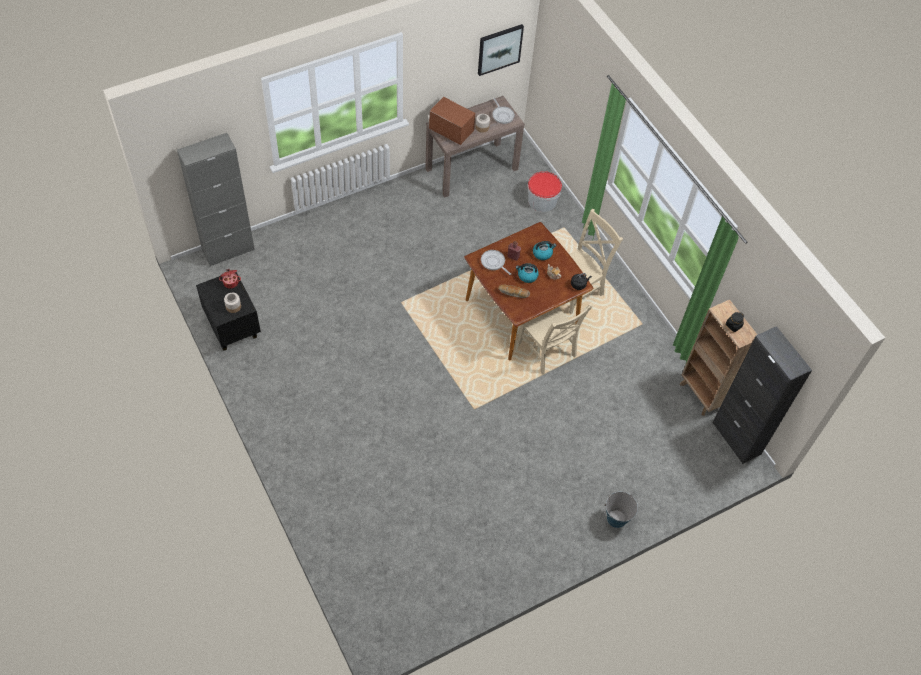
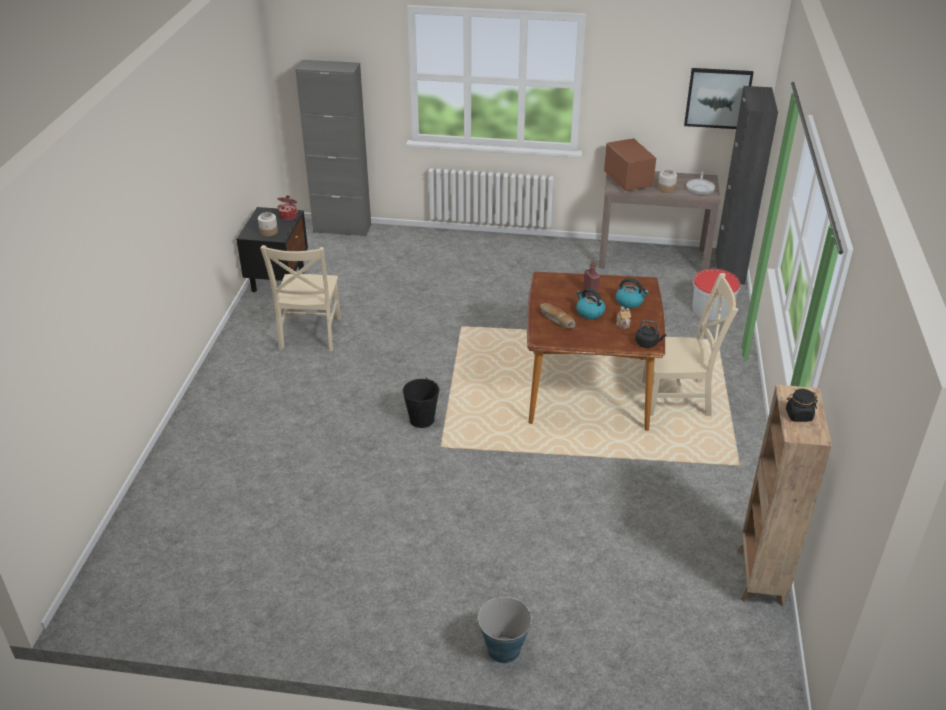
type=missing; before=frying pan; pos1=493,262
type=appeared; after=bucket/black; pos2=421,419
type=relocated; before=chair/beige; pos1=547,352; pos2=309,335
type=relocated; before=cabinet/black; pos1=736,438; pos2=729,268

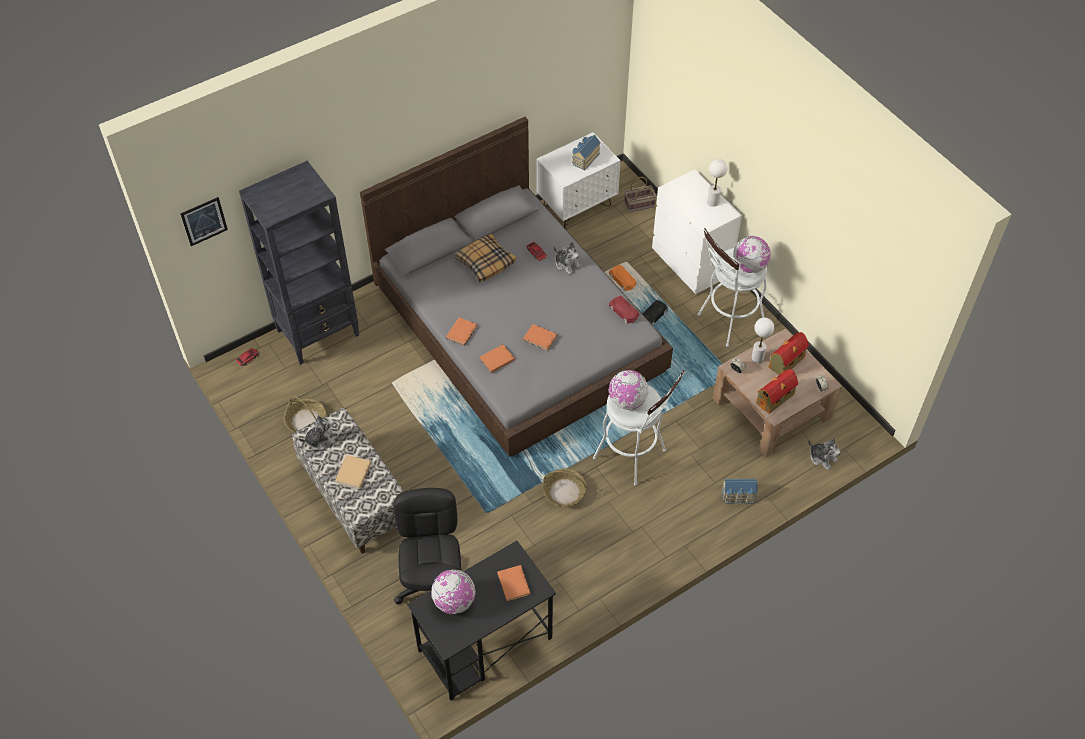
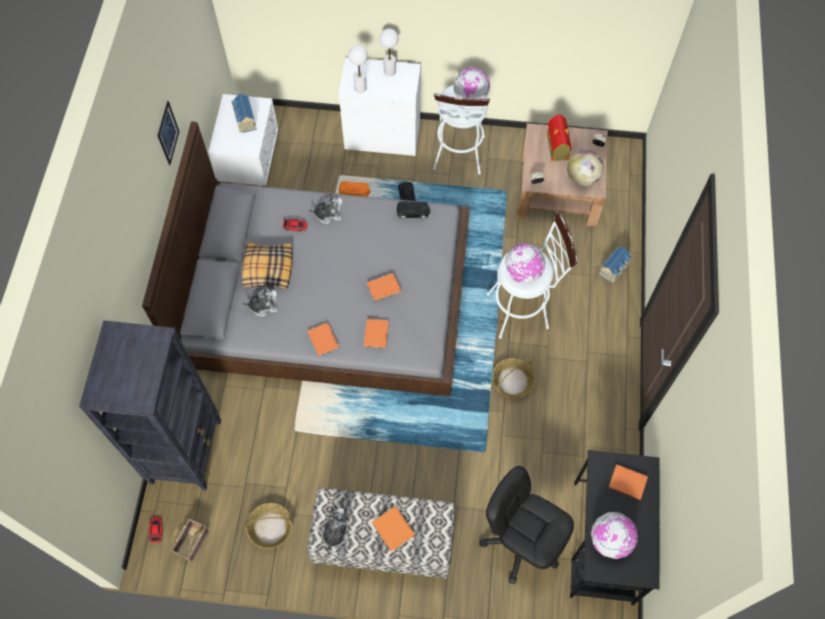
type=relocated; before=picture; pos1=204,221; pos2=168,133
type=relocated; before=basket; pos1=639,205; pos2=192,544
type=relocated; before=table lamp/white; pos1=757,358; pos2=360,87
type=relocated; before=plush toy; pos1=822,458; pos2=263,306
type=exchanged; before=toy house; after=globe; pos1=775,398; pos2=582,178
type=colour; before=book/beige; after=book/orange; pos1=352,473; pos2=394,530
type=colour; before=toy car/red; after=toy car/black; pos1=624,312; pos2=413,212

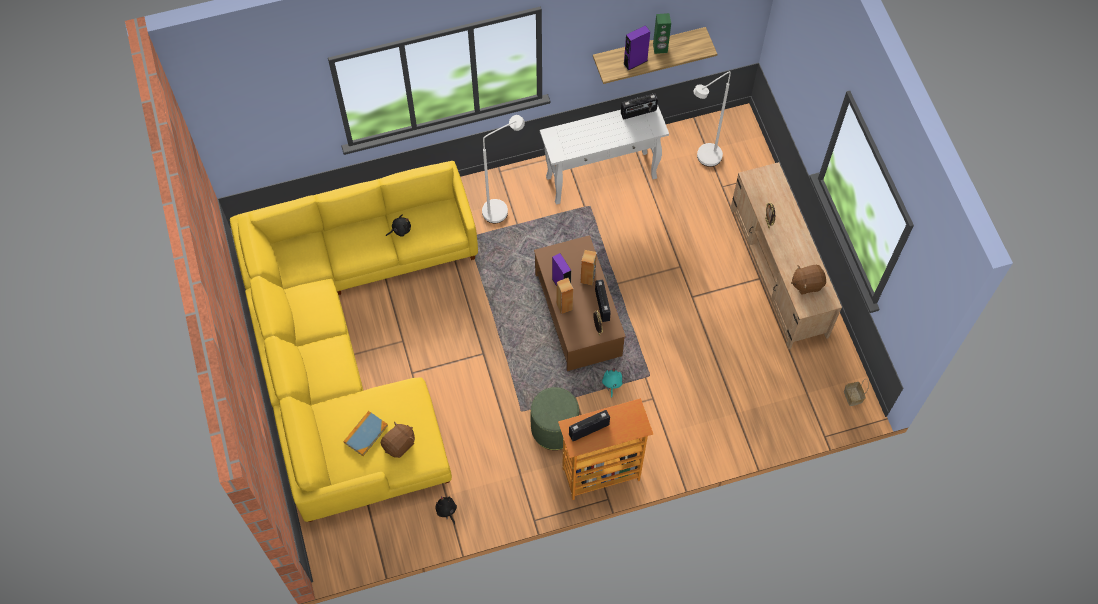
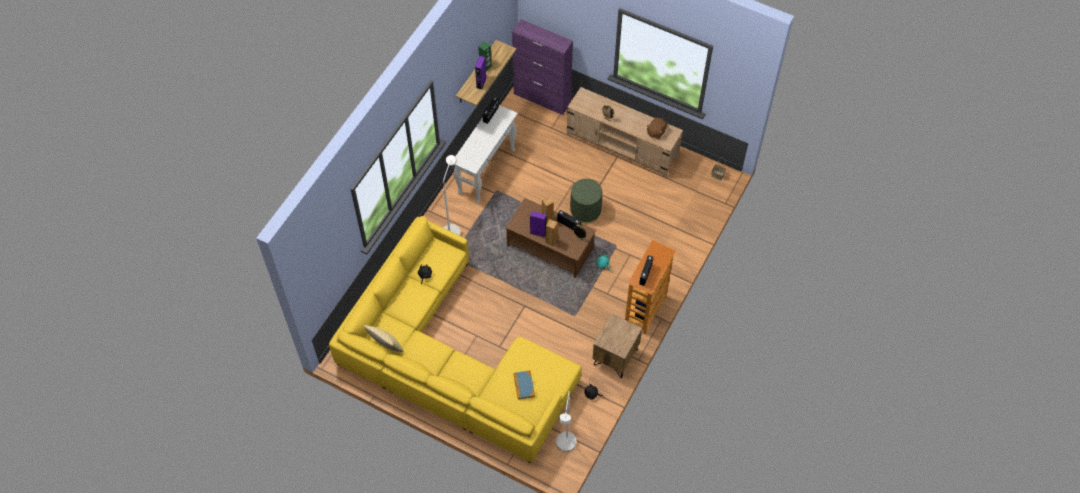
type=missing; before=plush toy/brown; pos1=399,444
type=appeared; after=pillow; pos2=386,346
type=appeared; after=cabinet/purple; pos2=542,98
type=appeared; after=nightstand/brown; pos2=616,357
type=relocated; before=ottoman/green; pos1=554,428; pos2=585,210
type=relocated; before=floor lamp/white; pos1=703,159; pos2=565,447

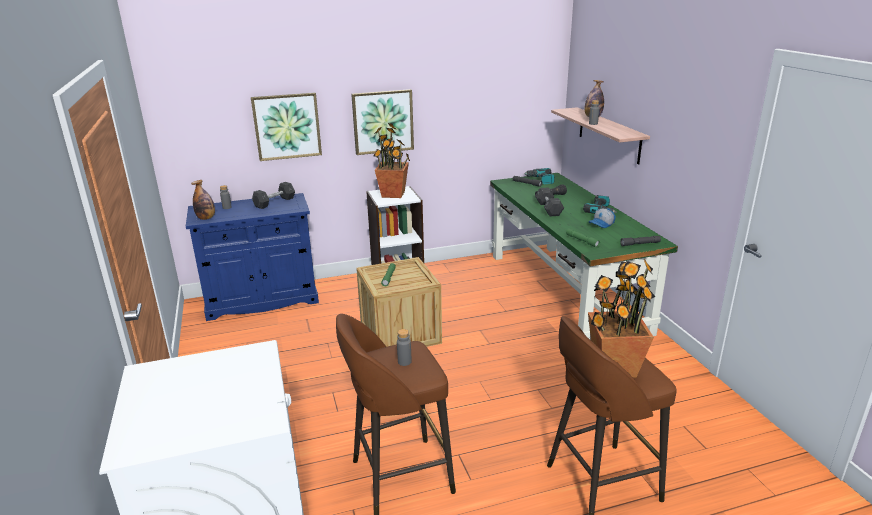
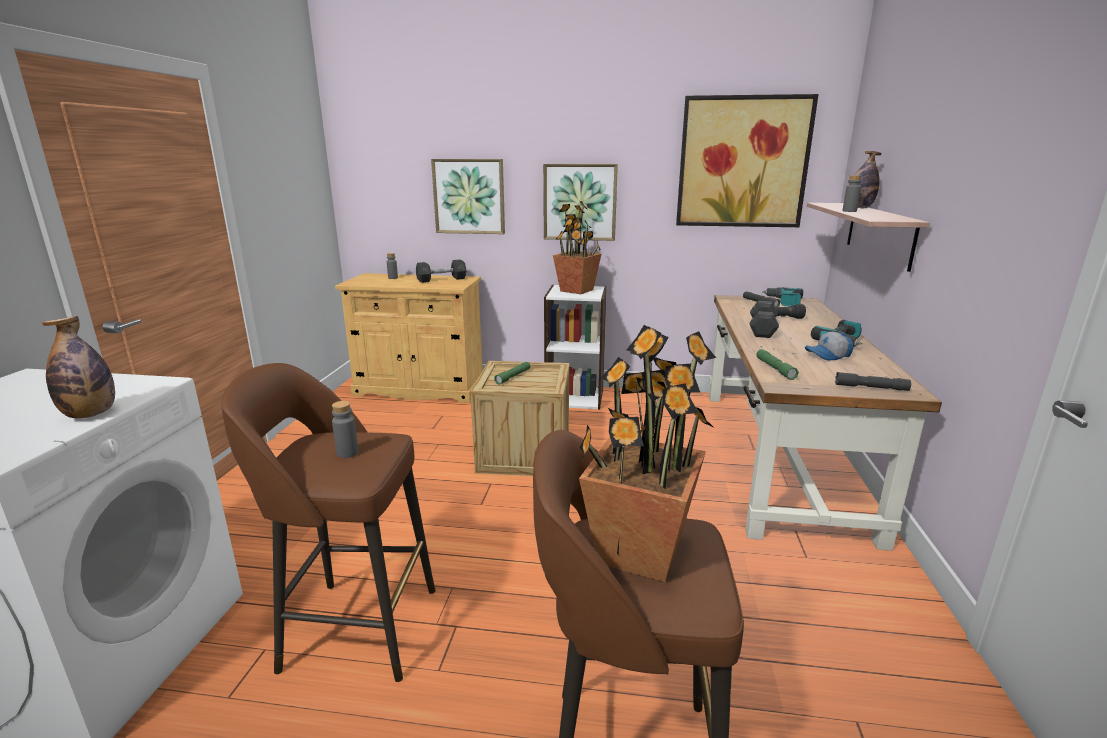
type=appeared; after=picture; pos2=742,162
type=relocated; before=bottle; pos1=206,218; pos2=90,414
type=colour; before=cabinet/blue; after=cabinet/beige; pos1=262,300; pos2=420,389
type=colour; before=desk/green; after=desk/brown; pos1=565,291; pos2=780,456

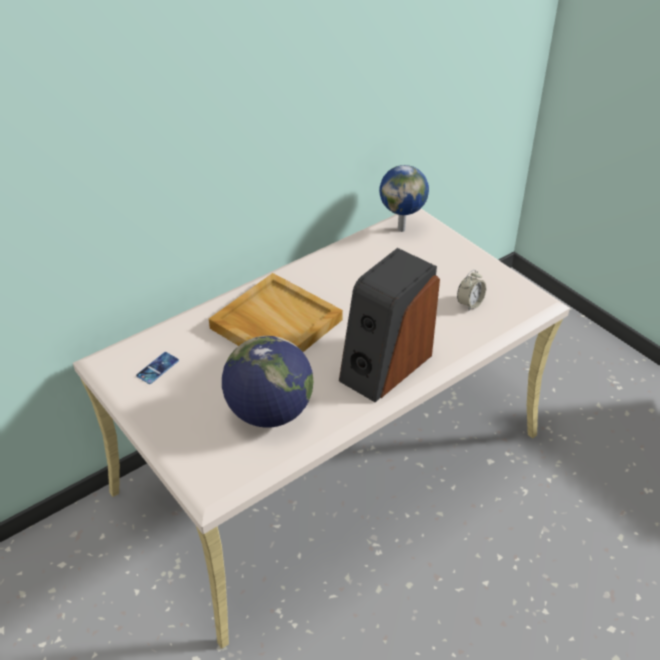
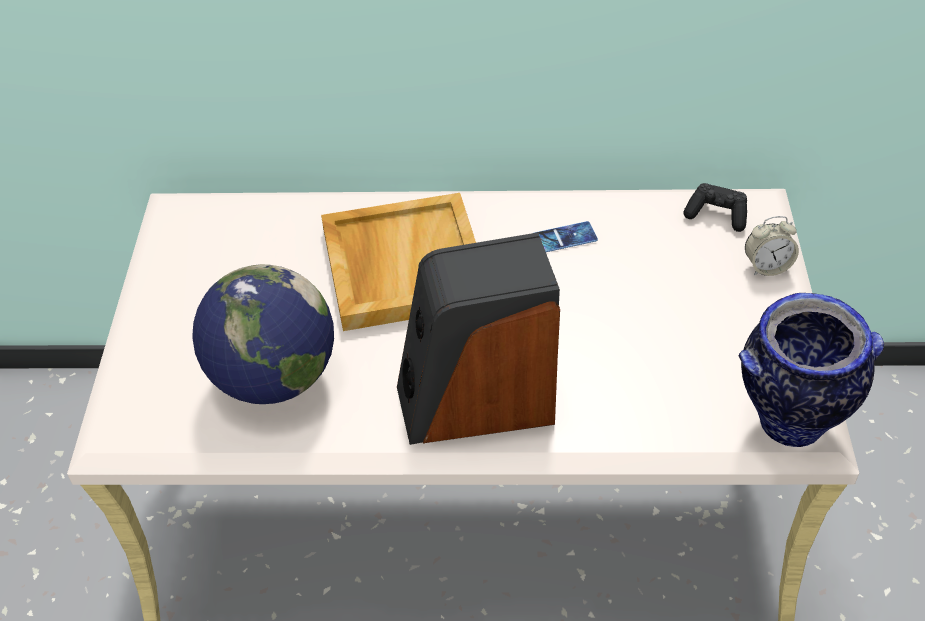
type=appeared; after=vase; pos2=788,425
type=relocated; before=phone; pos1=157,368; pos2=564,238
type=relocated; before=alarm clock; pos1=470,303; pos2=767,267
type=exchanged; before=globe; after=game controller/black; pos1=402,229; pos2=716,215

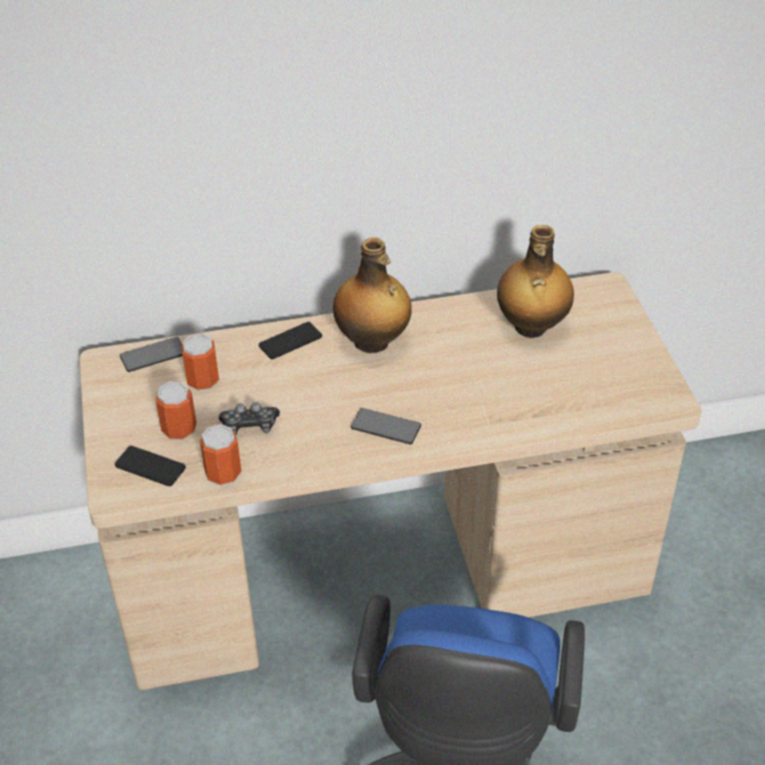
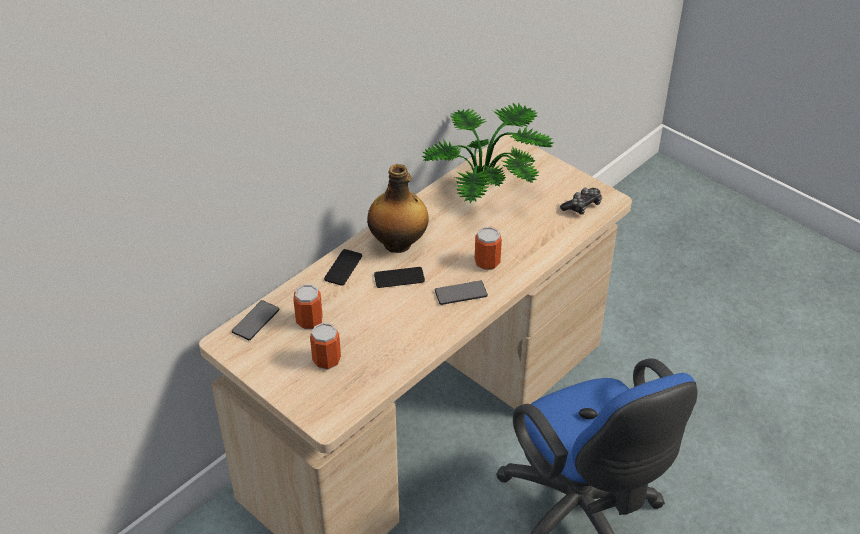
type=relocated; before=phone; pos1=150,467; pos2=399,278
type=relocated; before=can; pos1=223,473; pos2=487,262
type=relocated; before=game controller; pos1=249,426; pos2=582,206
type=exchanged; before=bottle; after=potted plant; pos1=531,327; pos2=488,190

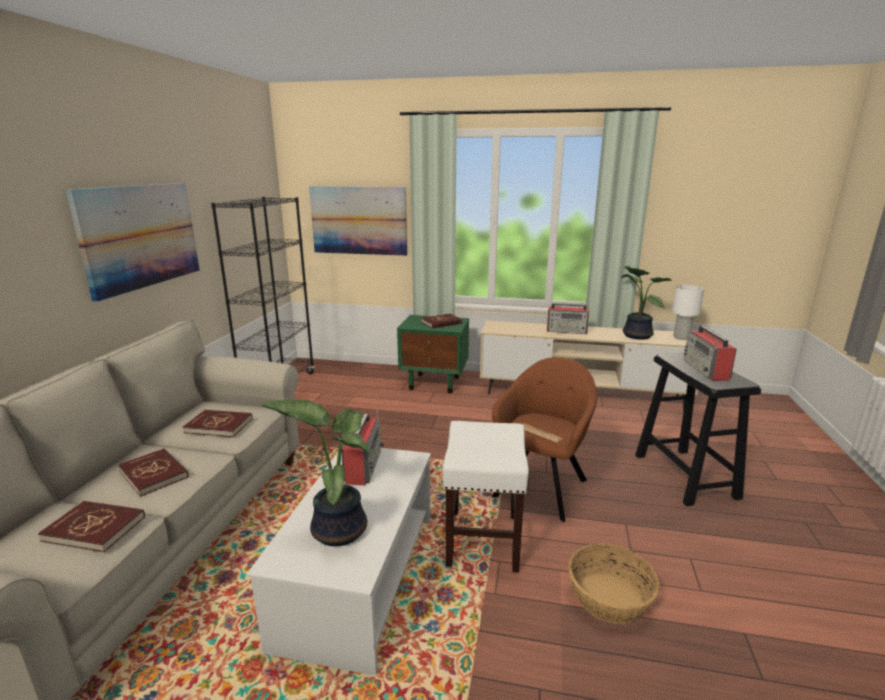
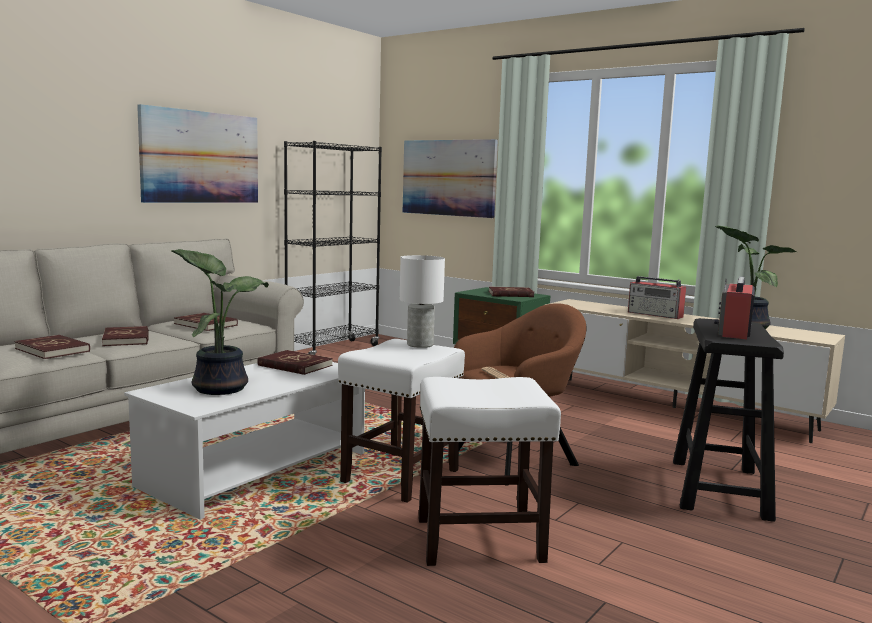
type=relocated; before=table lamp/white; pos1=681,337; pos2=419,344
type=exchanged; before=radio; after=book/red; pos1=363,465; pos2=294,365
type=exchanged; before=basket; after=stool/white; pos1=609,597; pos2=481,540

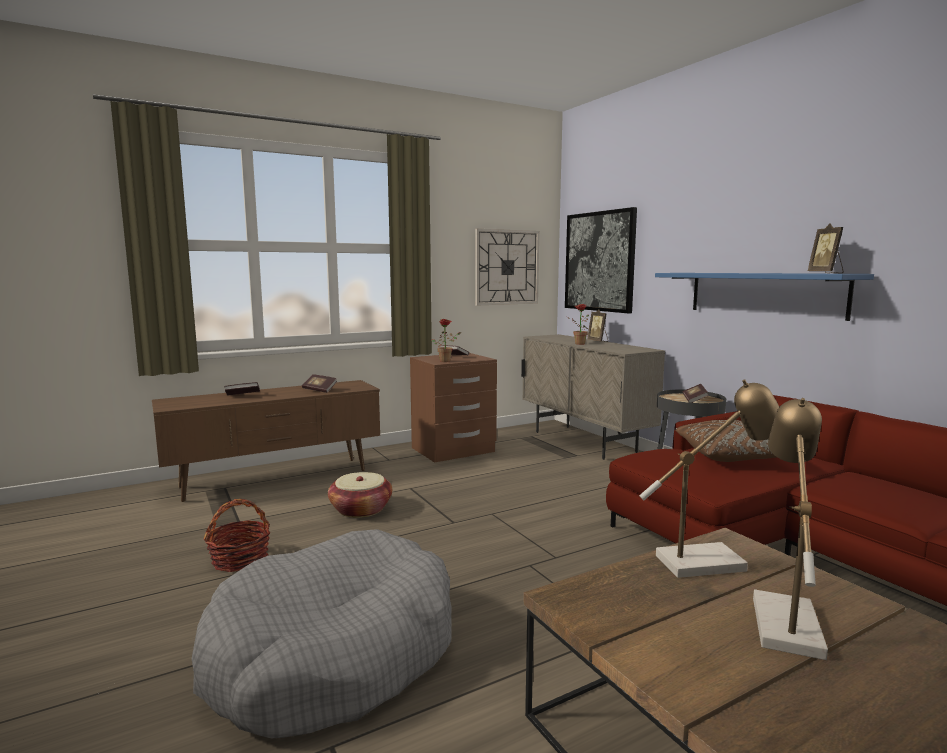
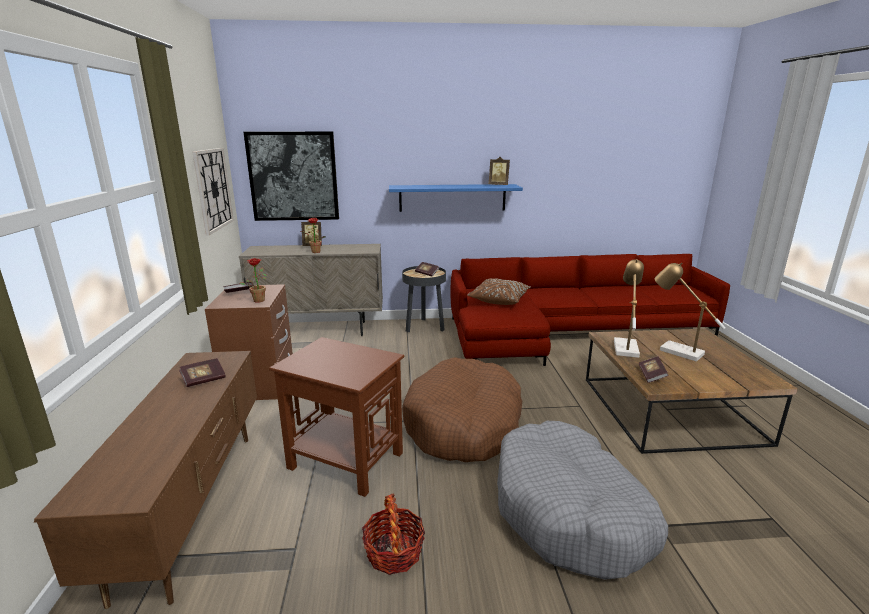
type=appeared; after=dog bed/brown; pos2=463,424
type=relocated; before=book; pos1=243,396; pos2=651,375
type=exchanged; before=basket; after=side table/brown; pos1=361,509; pos2=344,460

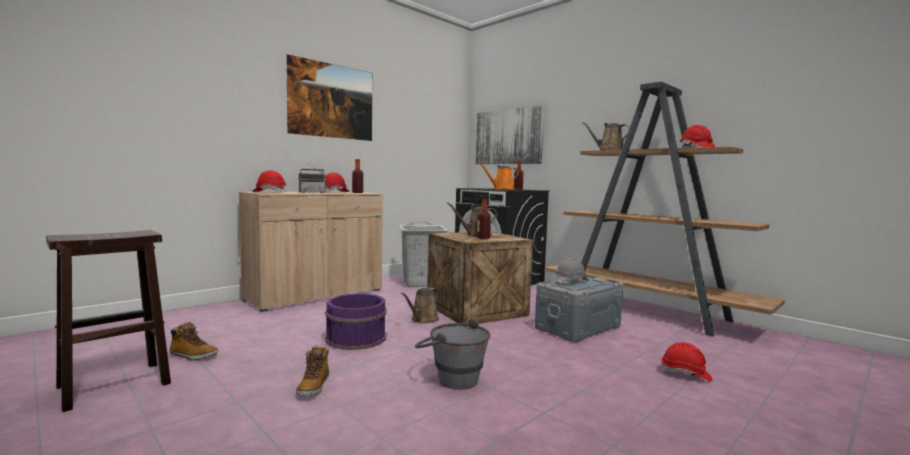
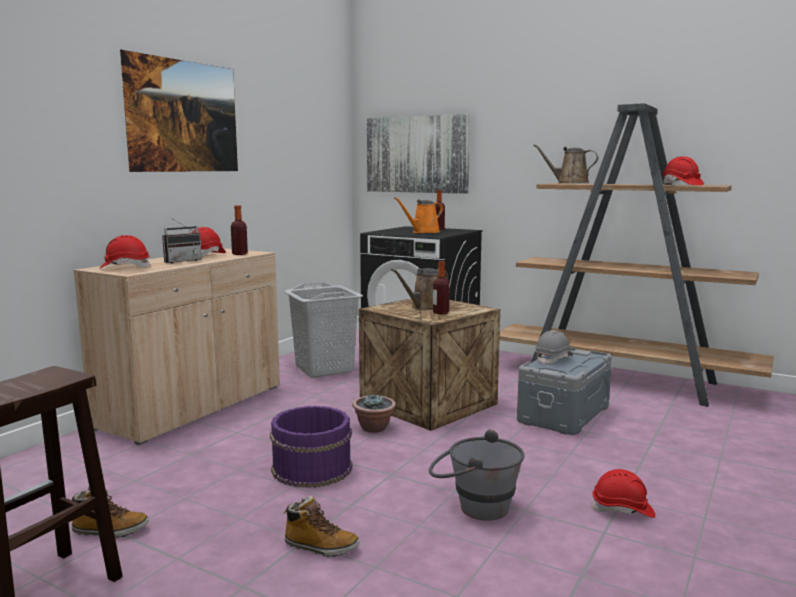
type=relocated; before=hard hat/red; pos1=685,374; pos2=622,510
type=exchanged; before=watering can/brown; after=potted plant; pos1=423,320; pos2=374,428
type=spun; before=boot; pos1=313,387; pos2=320,547; turn=-60

